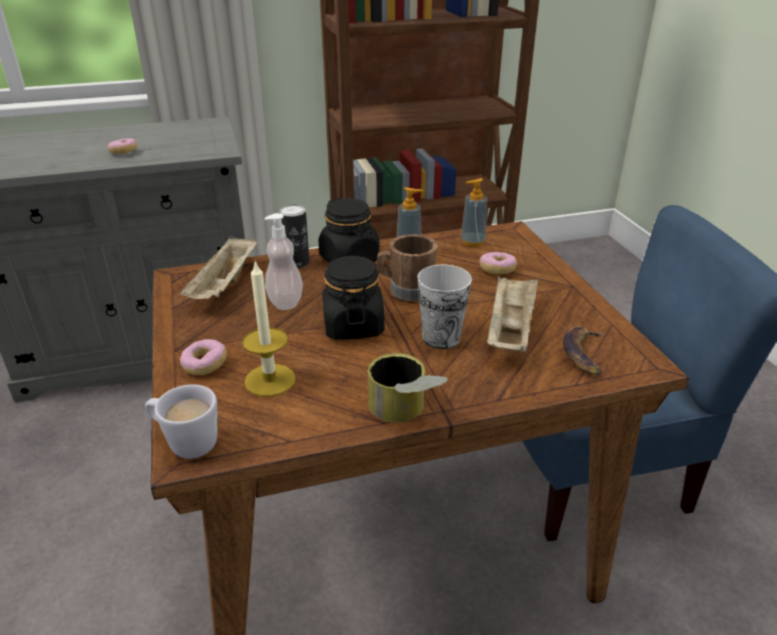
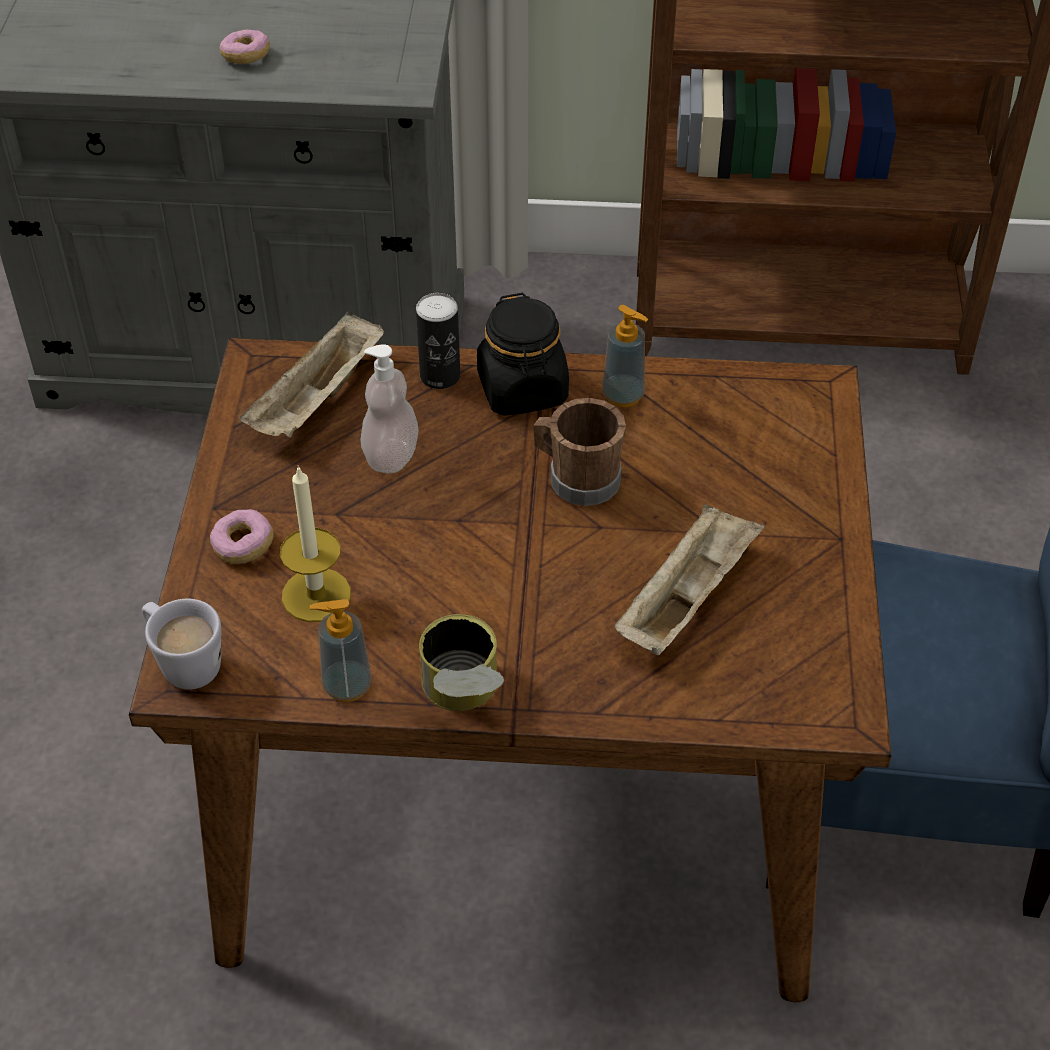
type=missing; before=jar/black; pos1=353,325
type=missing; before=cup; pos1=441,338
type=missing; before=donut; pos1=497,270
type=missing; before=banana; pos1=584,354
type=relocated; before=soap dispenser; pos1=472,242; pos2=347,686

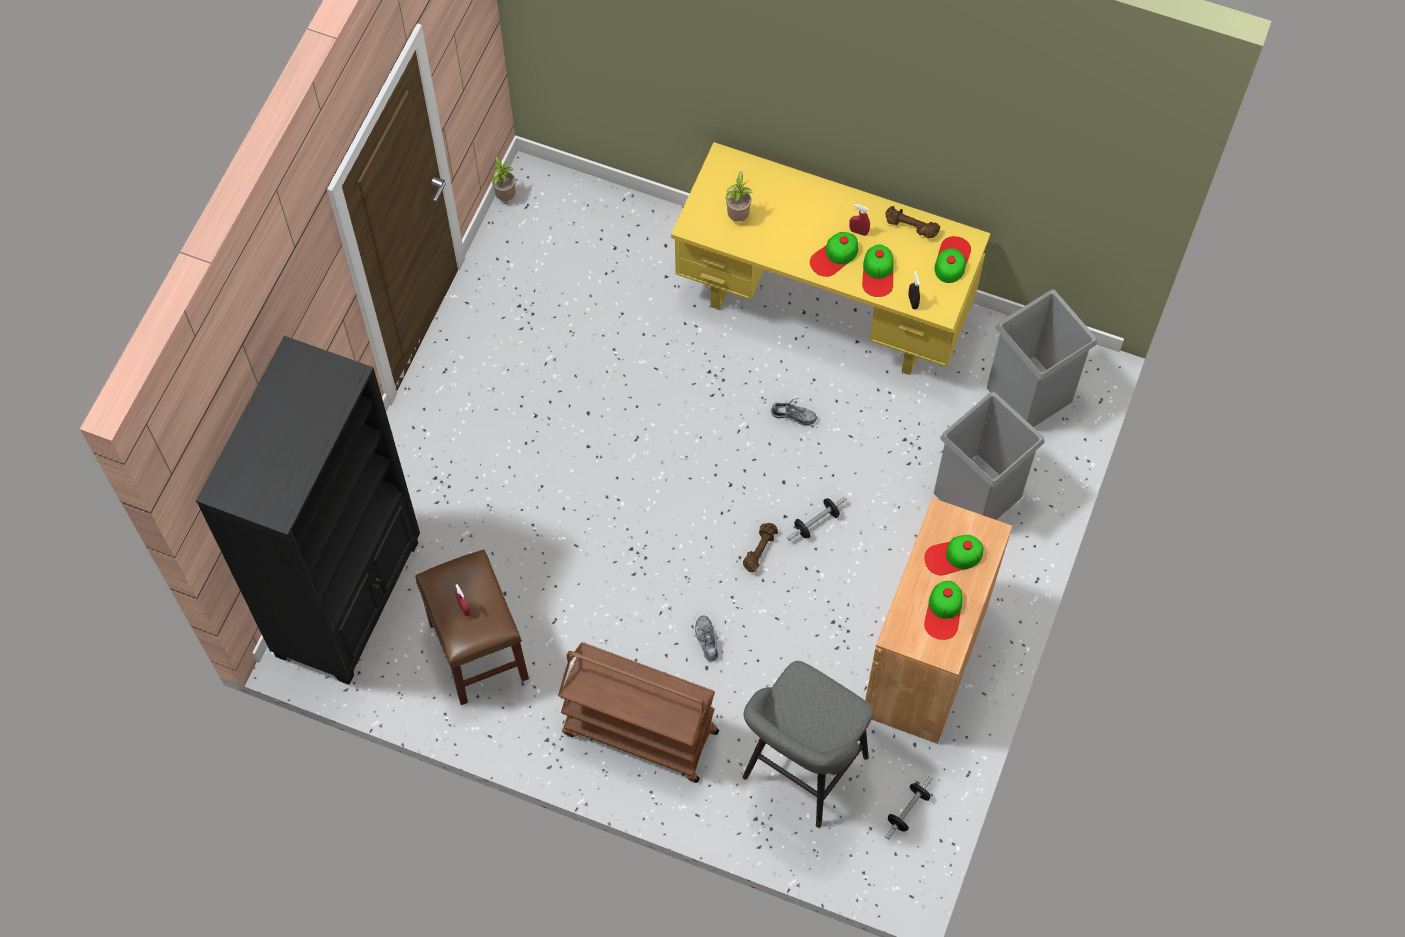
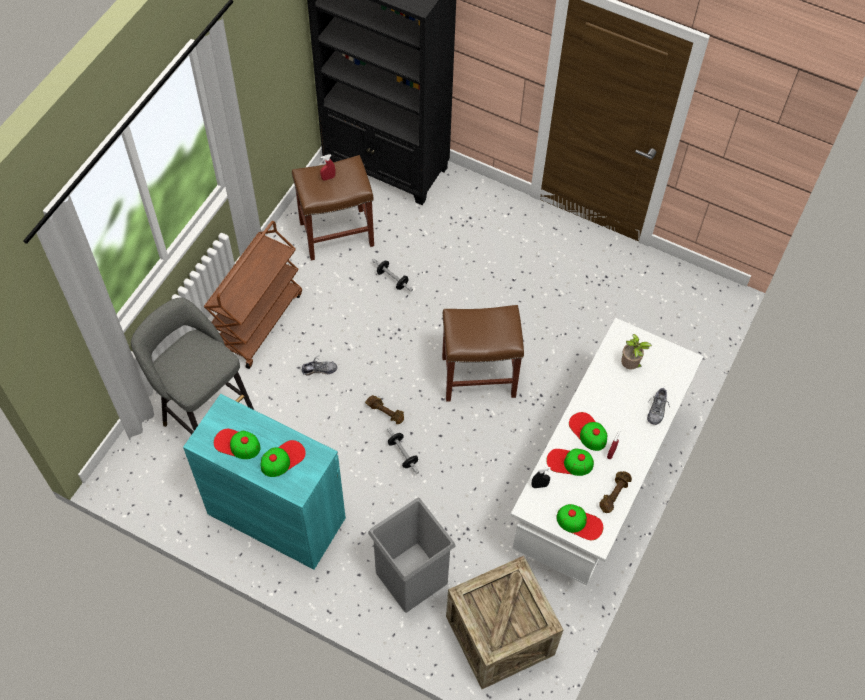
type=missing; before=potted plant; pos1=505,196
type=appeared; after=stool/brown; pos2=477,377
type=relocated; before=shoe; pos1=793,416; pos2=657,409
type=relocated; before=dumbbell; pos1=908,810; pos2=392,279
type=exchanged; before=trash can/grey; after=crate; pos1=1029,394; pos2=500,635
type=colour; before=desk/yellow; after=desk/white; pos1=824,306; pos2=595,485
type=colour; before=cabinet/brown; after=cabinet/turquoise; pos1=925,659; pos2=276,516
type=spun; before=cap; pos1=953,556; pos2=282,458; turn=60

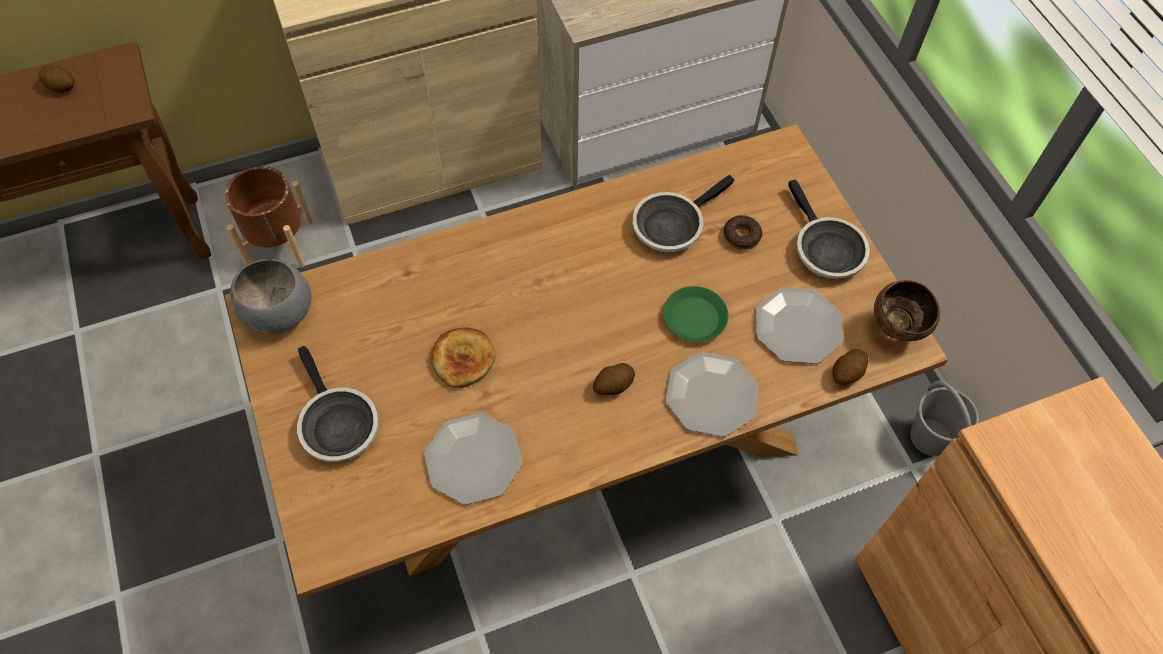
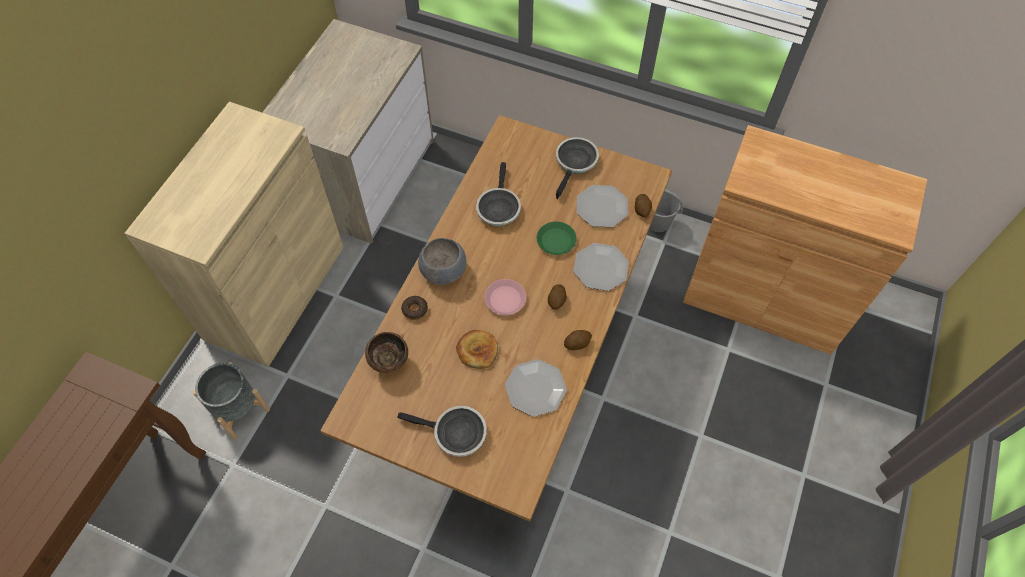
type=appeared; after=plate/pink; pos2=505,299
type=relocated; before=potato; pos1=62,86; pos2=577,343
type=relocated; before=bowl/grey; pos1=279,313; pos2=444,271
type=relocated; before=donut; pos1=741,236; pos2=415,310
type=relocated; before=bowl/brown; pos1=896,329; pos2=390,362
type=colour; before=planter/brown; after=planter/grey; pos1=279,242; pos2=239,410
type=spun; before=frying pan; pos1=825,250; pos2=575,163; turn=-90

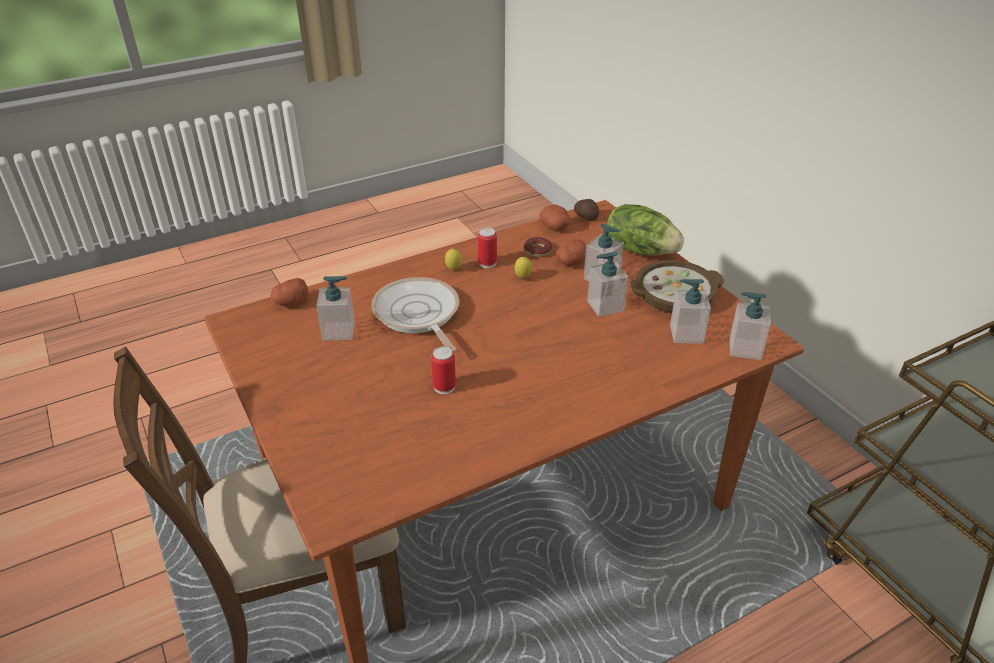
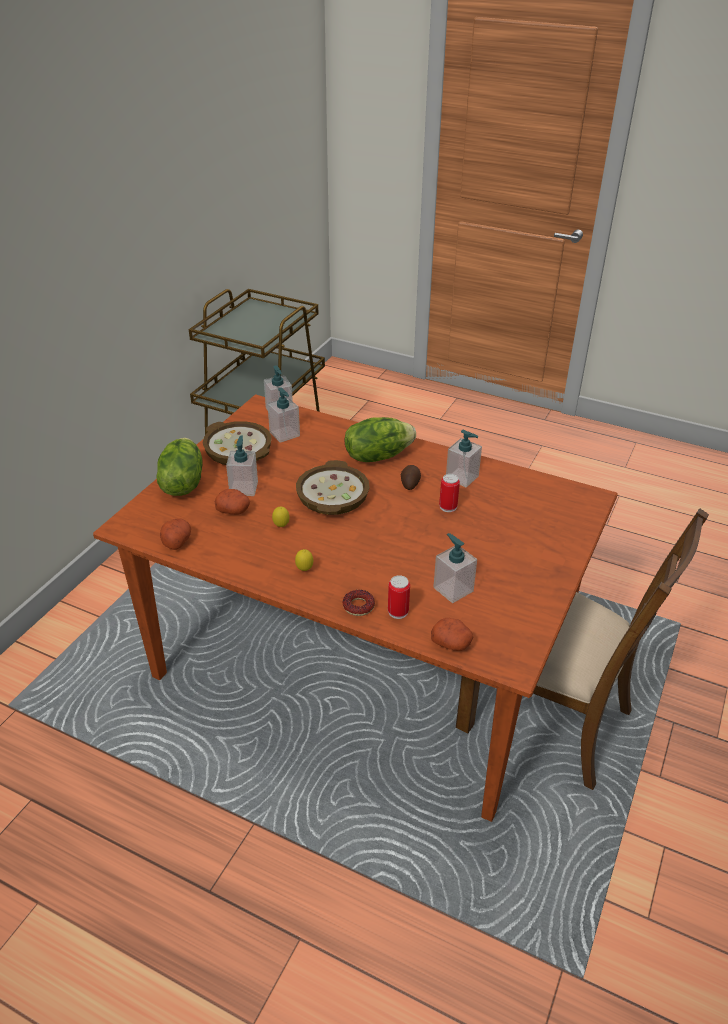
type=missing; before=frying pan; pos1=417,314
type=appeared; after=bowl; pos2=332,497
type=appeared; after=lettuce; pos2=377,456
type=relocated; before=can; pos1=487,263; pos2=398,611
type=relocated; before=donut; pos1=537,250; pos2=358,606
type=relocated; before=potato; pos1=586,216; pos2=410,483
type=relocated; before=soap dispenser; pos1=605,306; pos2=462,477

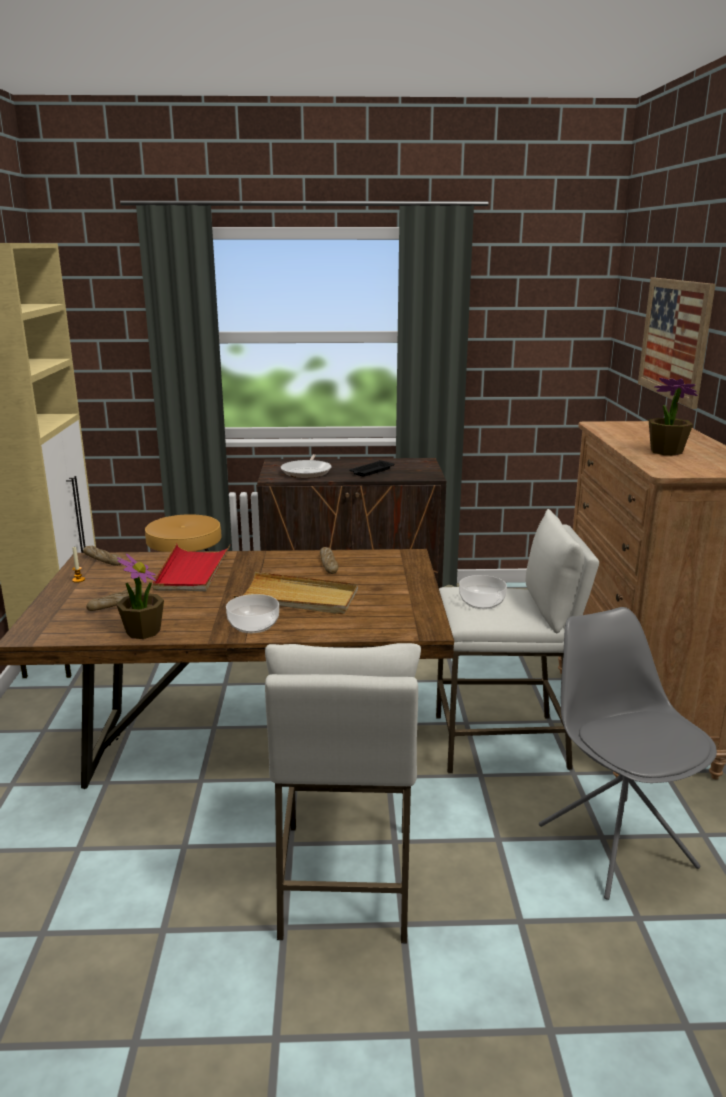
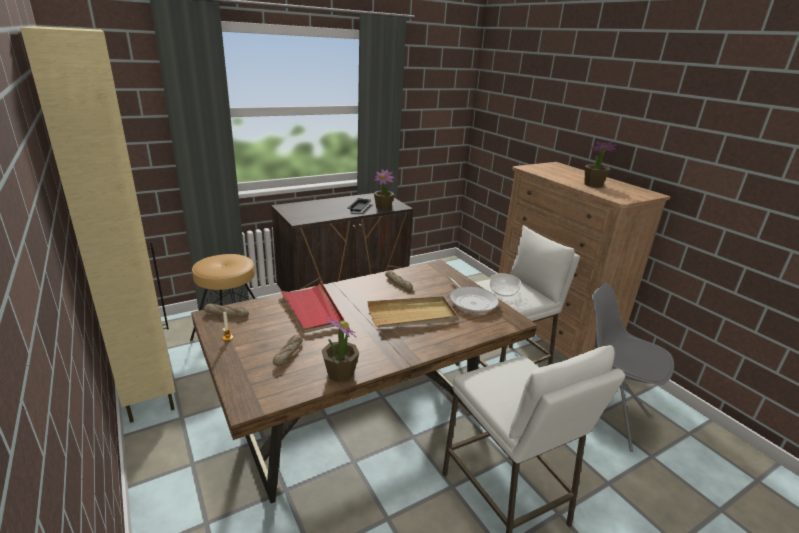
type=missing; before=bowl; pos1=254,625
type=missing; before=picture; pos1=674,339
type=appeared; after=potted plant; pos2=383,207
type=relocated; before=frying pan; pos1=307,472; pos2=471,302

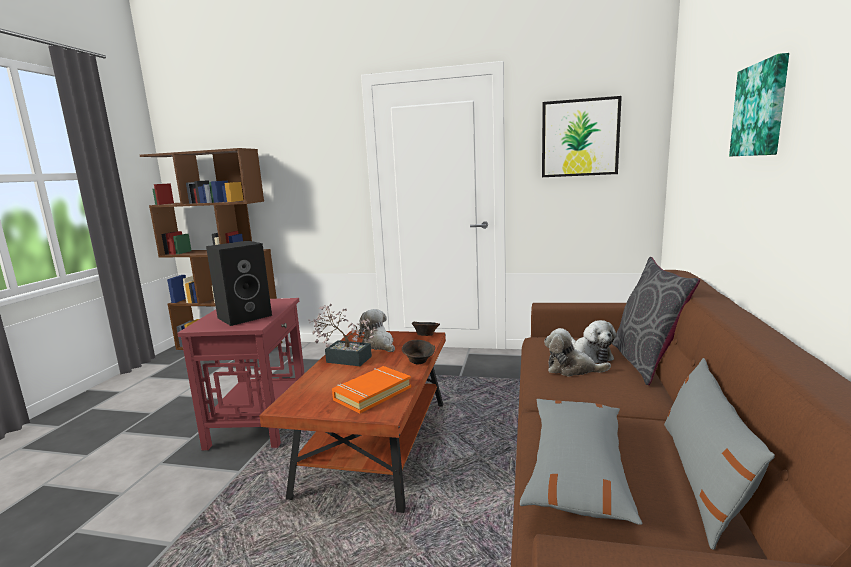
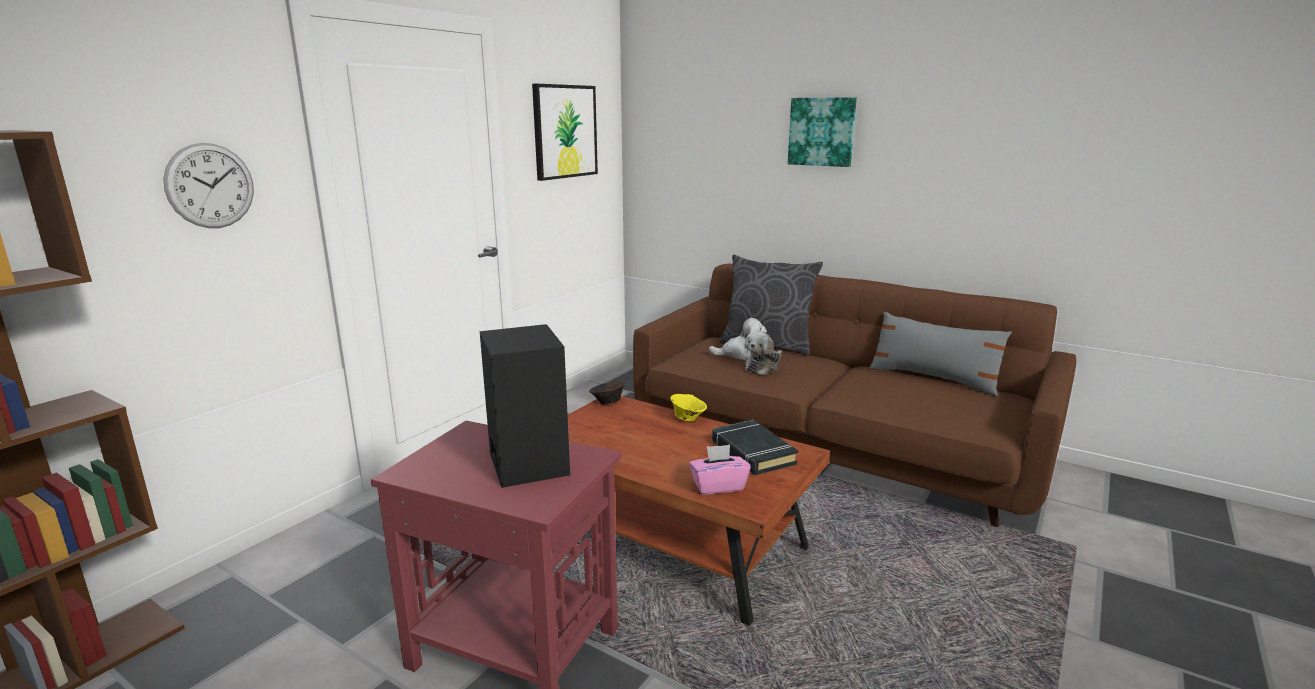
type=missing; before=potted plant; pos1=344,358
type=missing; before=plush toy; pos1=379,345
type=missing; before=pillow/grey; pos1=577,468
type=appeared; after=wall clock; pos2=210,186
type=appeared; after=tissue box/pink; pos2=718,486
type=colour; before=book/orange; after=book/black; pos1=372,393; pos2=752,453
type=colour; before=bowl/brown; after=bowl/yellow; pos1=419,362; pos2=688,419

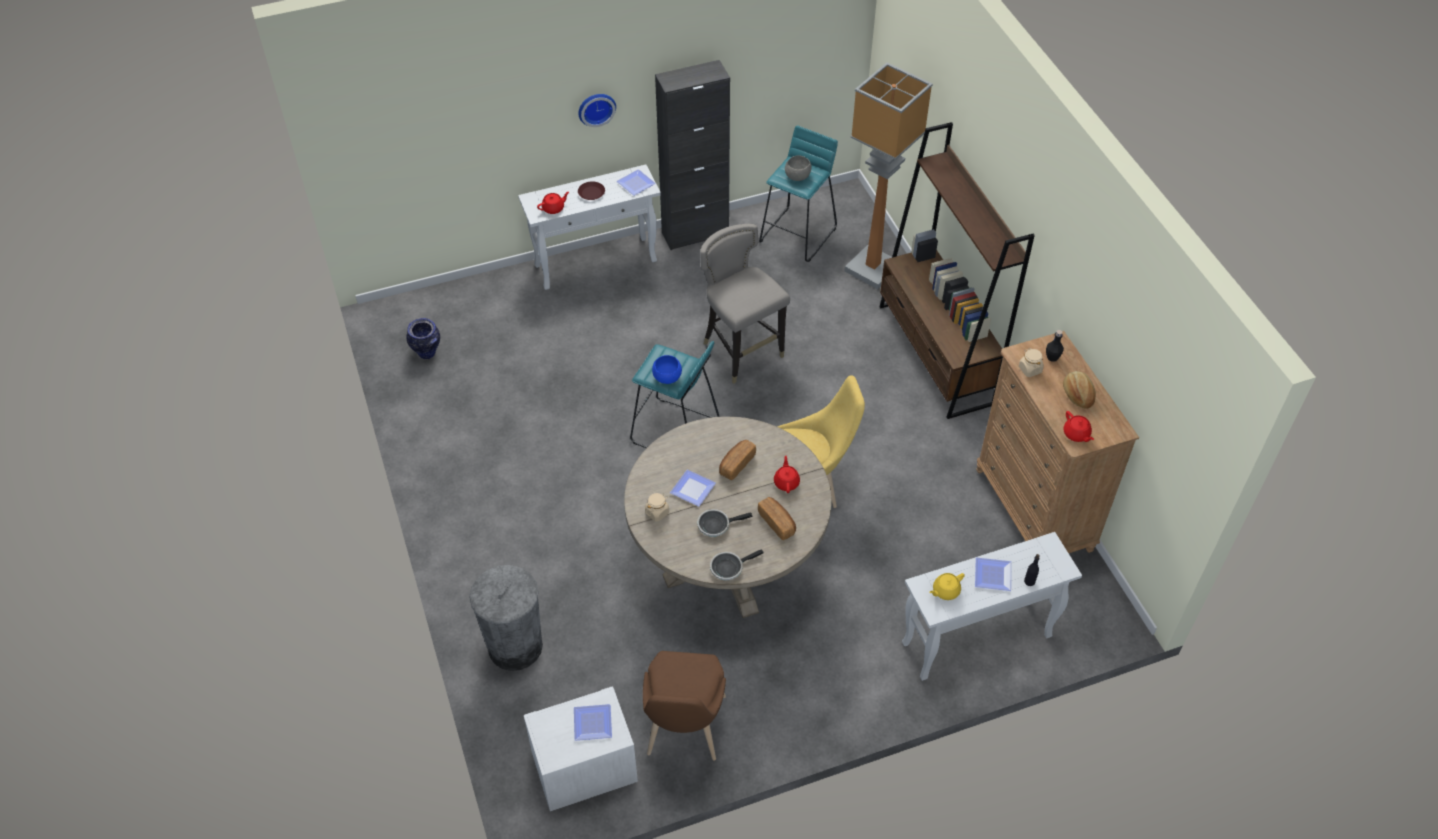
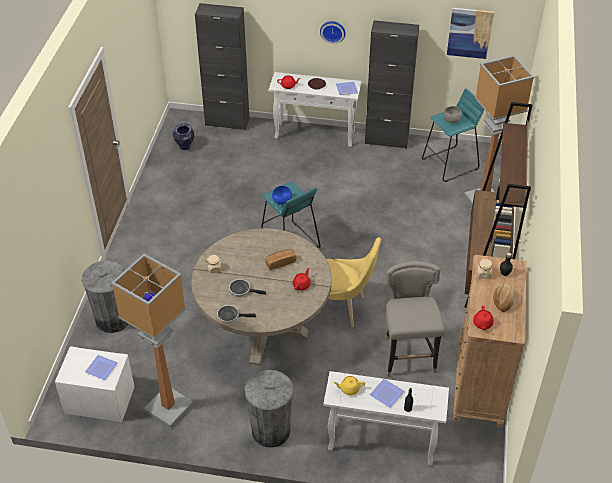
type=missing; before=plate; pos1=693,490
type=missing; before=bread; pos1=777,522
type=appeared; after=cabinet/black; pos2=227,122
type=appeared; after=trash can/grey; pos2=271,431
type=appeared; after=picture; pos2=470,33
type=relocated; before=stool/grey; pos1=741,351; pos2=408,355
type=exchanged; before=chair/brown; after=floor lamp; pos1=684,731; pos2=167,408

